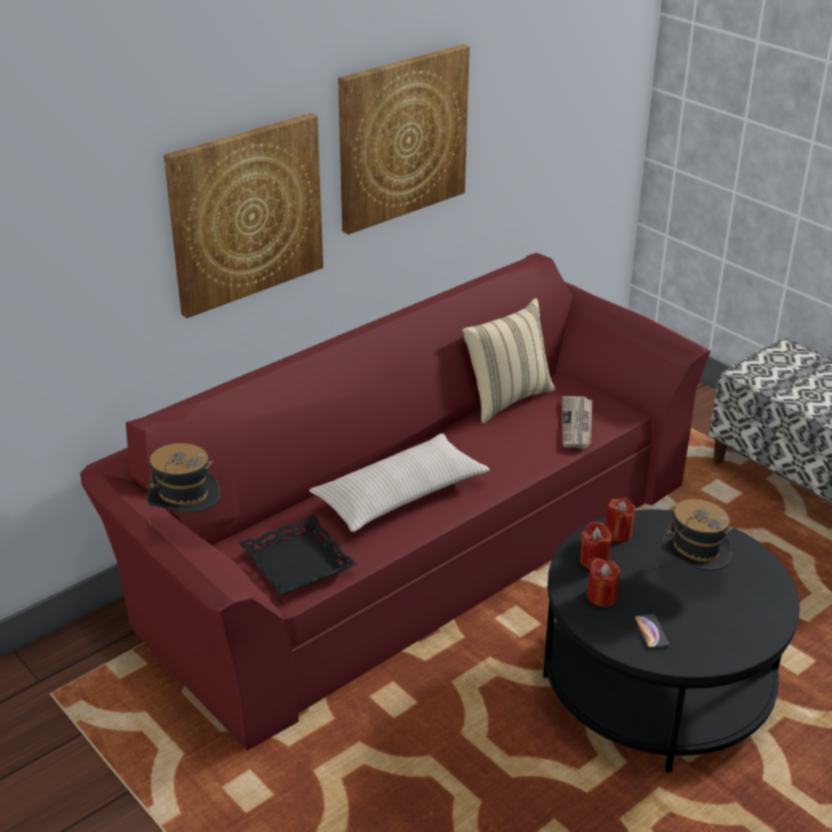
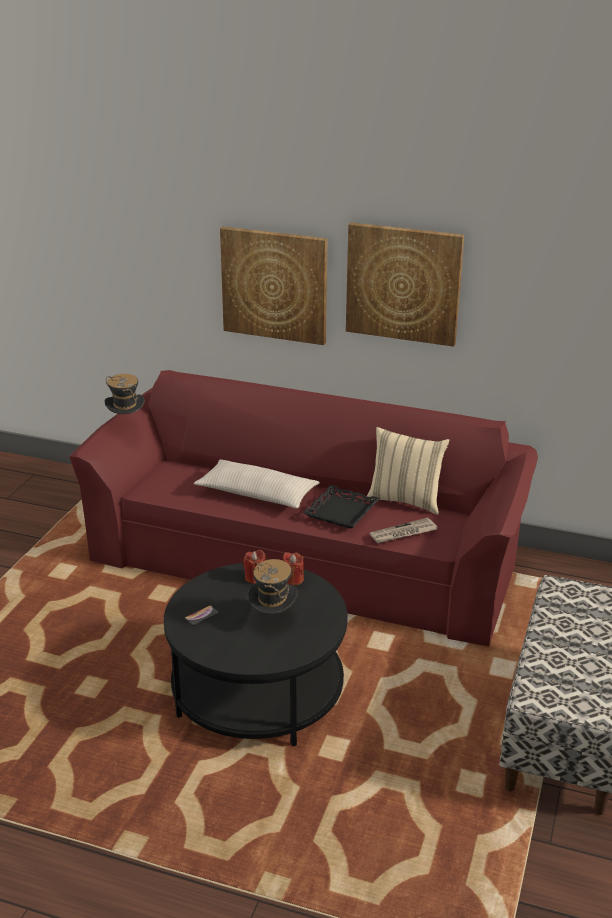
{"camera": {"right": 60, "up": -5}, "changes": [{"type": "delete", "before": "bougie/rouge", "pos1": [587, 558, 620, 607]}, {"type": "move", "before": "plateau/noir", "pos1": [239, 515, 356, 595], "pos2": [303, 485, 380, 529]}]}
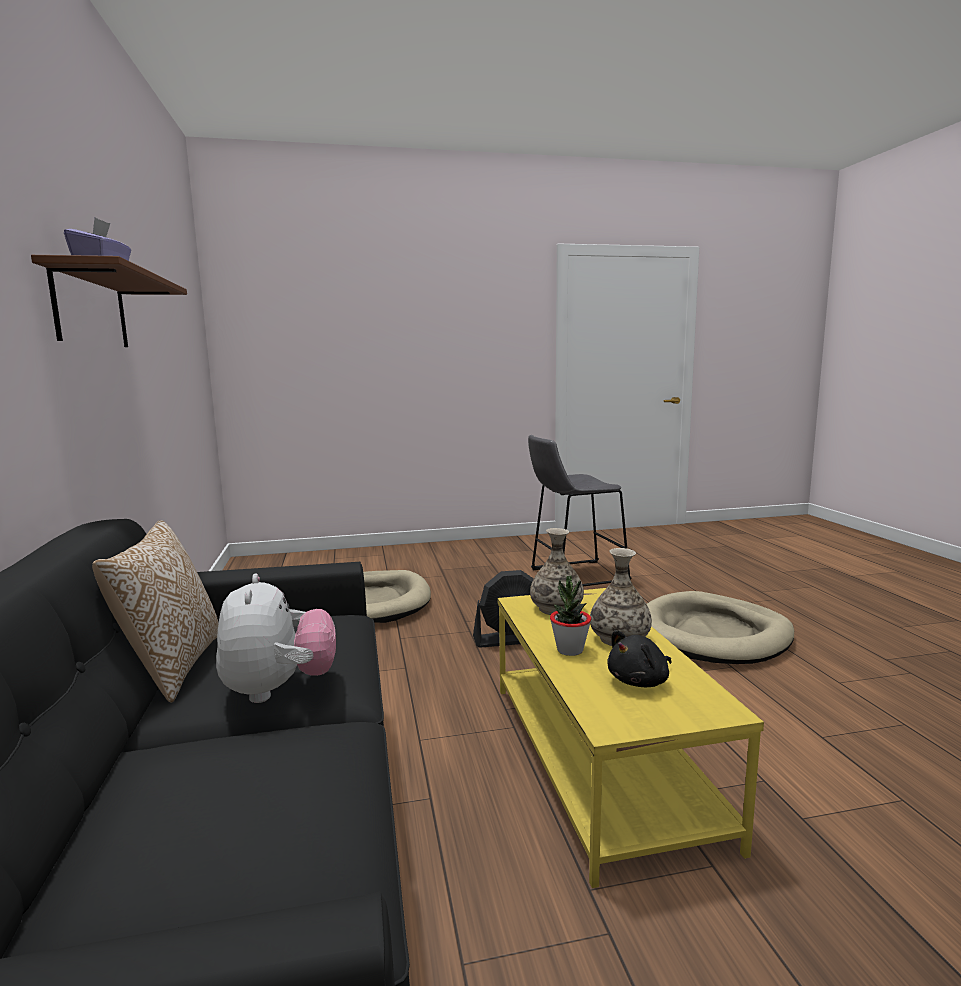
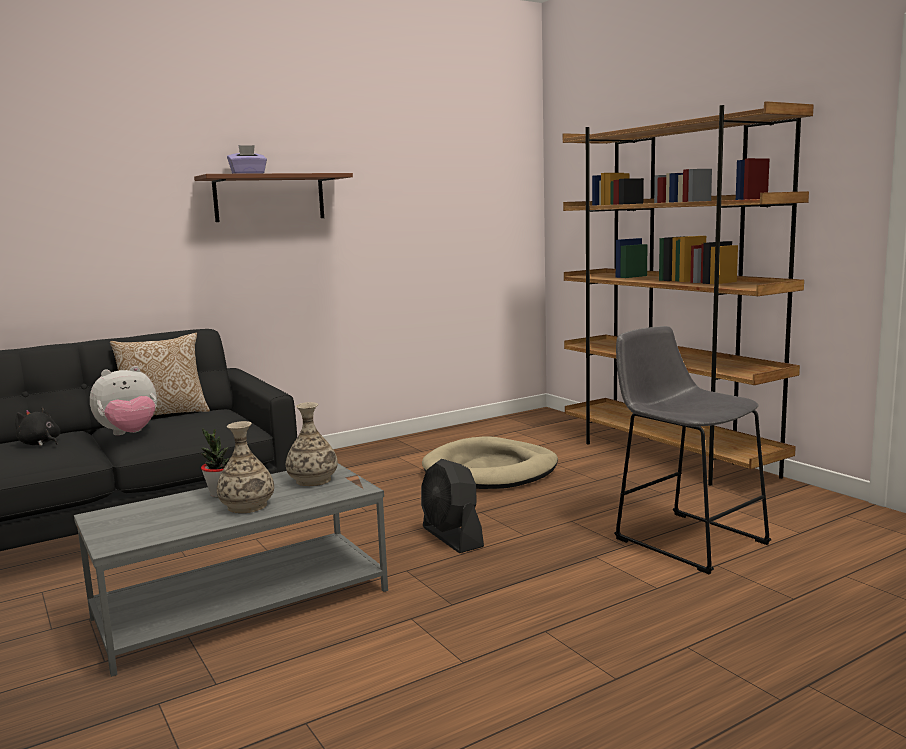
{"camera": {"right": 70, "up": 0}, "changes": [{"type": "delete", "before": "panier pour chien/beige", "pos1": [647, 591, 794, 664]}, {"type": "insert", "after": "bibliothèque/marron", "pos2": [563, 101, 814, 486]}, {"type": "move", "before": "peluche/noir", "pos1": [607, 630, 672, 687], "pos2": [15, 407, 60, 446]}, {"type": "recolor", "before": "table basse/jaune", "after": "table basse/gris", "pos1": [497, 588, 764, 888], "pos2": [74, 463, 388, 677]}]}
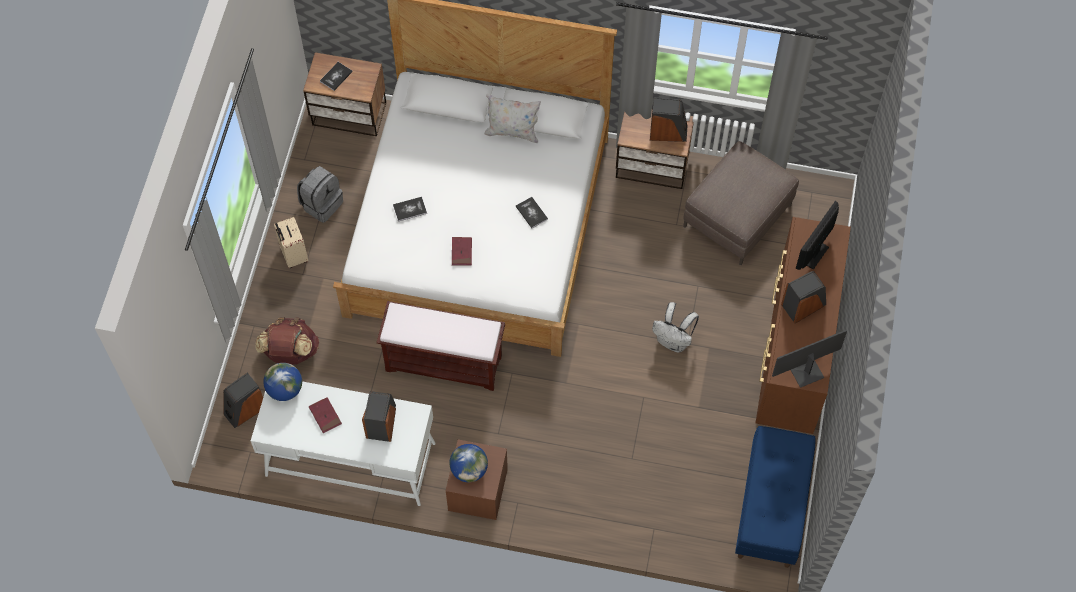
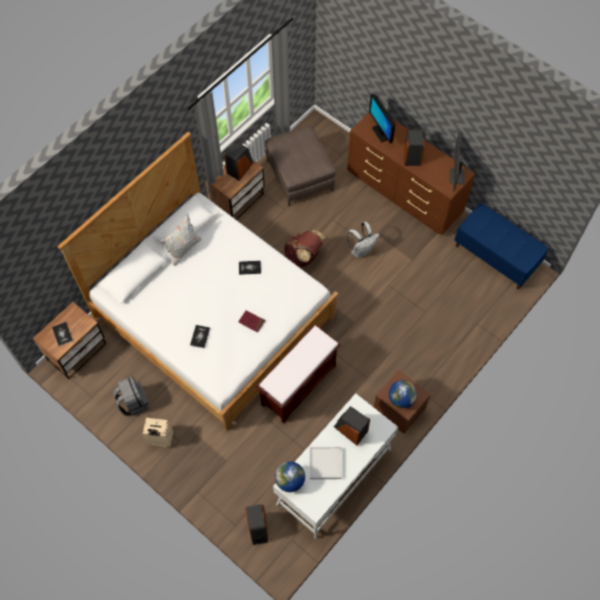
{"camera": {"right": -60, "up": 0}, "changes": [{"type": "move", "before": "sac à dos/marron", "pos1": [255, 317, 319, 364], "pos2": [284, 230, 326, 268]}, {"type": "replace", "before": "livre/rouge", "after": "plateau/blanc", "pos1": [309, 397, 342, 433], "pos2": [310, 447, 342, 479]}]}
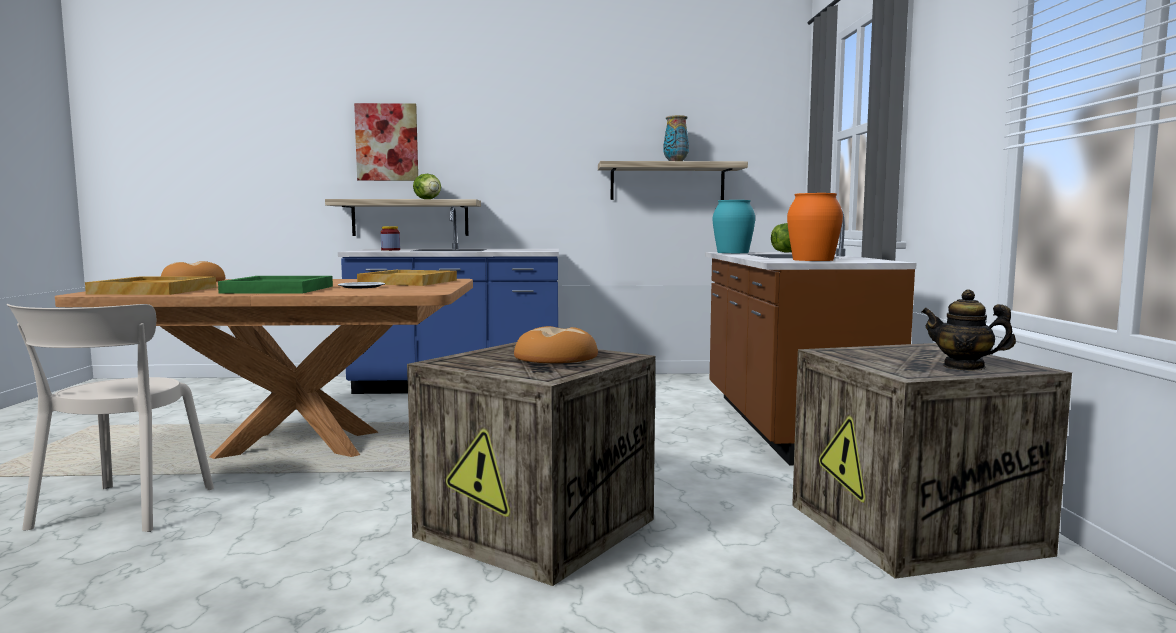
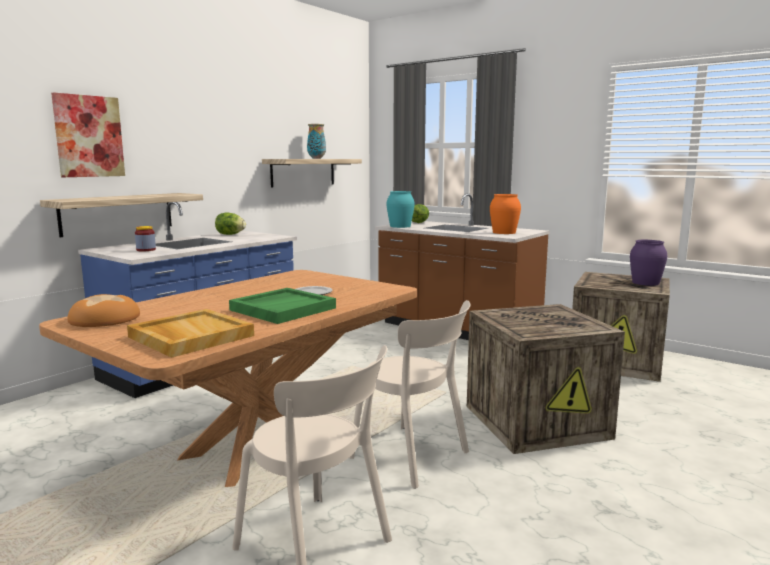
{"camera": {"right": -50, "up": 5}, "changes": [{"type": "delete", "before": "plateau/beige", "pos1": [357, 270, 457, 286]}, {"type": "delete", "before": "pain", "pos1": [514, 326, 598, 363]}, {"type": "insert", "after": "chaise/beige", "pos2": [349, 300, 471, 489]}, {"type": "move", "before": "laitue", "pos1": [413, 173, 441, 199], "pos2": [215, 213, 246, 235]}, {"type": "replace", "before": "théière", "after": "vase/violet", "pos1": [922, 290, 1016, 370], "pos2": [630, 240, 667, 286]}]}
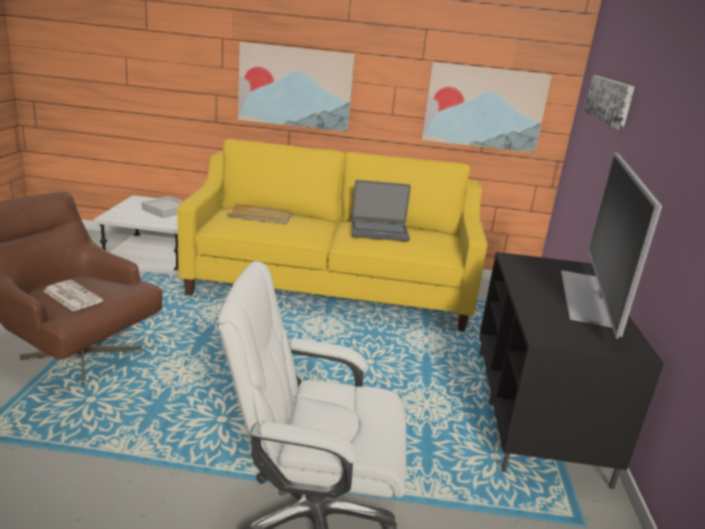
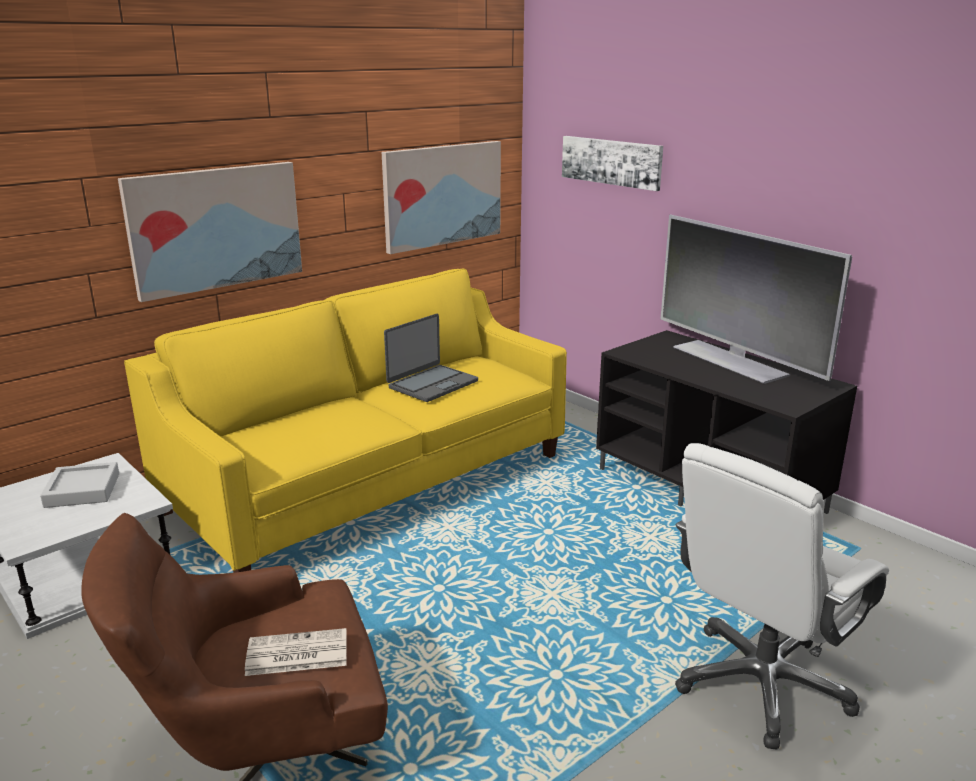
{"camera": {"right": -45, "up": 0}, "changes": [{"type": "delete", "before": "plateau/beige", "pos1": [227, 203, 292, 224]}]}
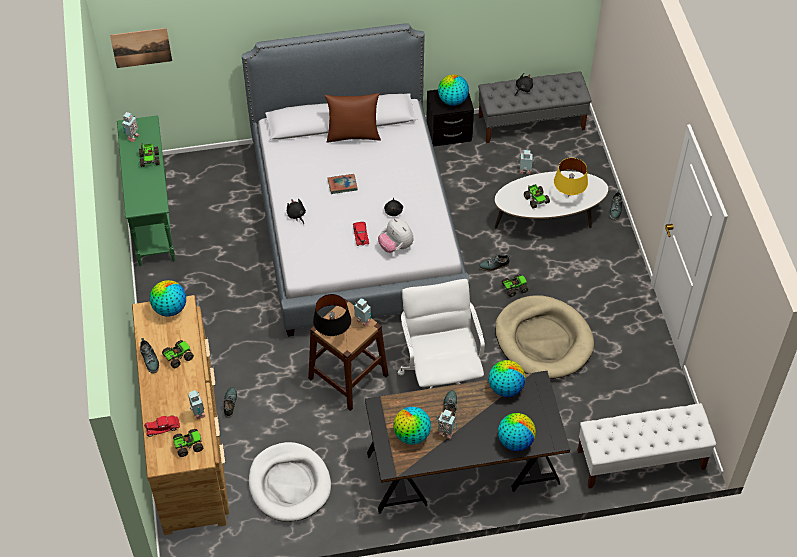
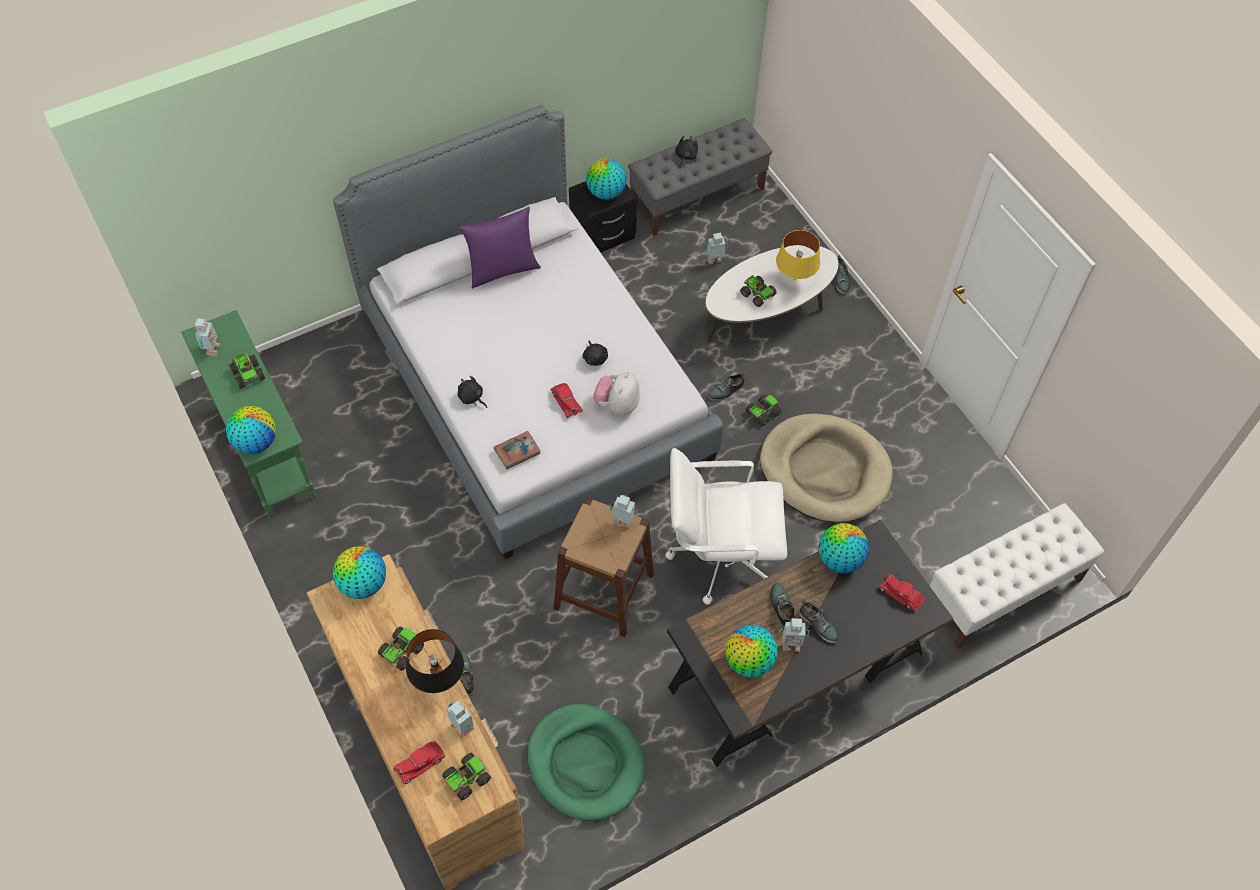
{"camera": {"right": -20, "up": 5}, "changes": [{"type": "delete", "before": "tableau", "pos1": [110, 28, 172, 68]}, {"type": "insert", "after": "petite voiture/rouge", "pos2": [879, 574, 925, 611]}, {"type": "move", "before": "chaussure", "pos1": [140, 338, 159, 374], "pos2": [799, 600, 839, 643]}, {"type": "move", "before": "lampe de table/noir", "pos1": [313, 294, 351, 336], "pos2": [406, 629, 464, 693]}, {"type": "move", "before": "livre", "pos1": [328, 174, 358, 194], "pos2": [494, 431, 541, 469]}, {"type": "move", "before": "globe", "pos1": [498, 413, 536, 451], "pos2": [226, 406, 276, 454]}, {"type": "recolor", "before": "panier pour chien/blanc", "after": "panier pour chien/vert", "pos1": [249, 442, 331, 522], "pos2": [527, 704, 646, 821]}, {"type": "recolor", "before": "coussin/marron", "after": "coussin/violet", "pos1": [325, 93, 381, 143], "pos2": [459, 207, 541, 288]}, {"type": "rotate", "before": "peluche", "pos1": [378, 218, 414, 253], "pos2": [593, 372, 640, 415], "turn": 75}, {"type": "rotate", "before": "chaise de bureau/blanc", "pos1": [398, 279, 485, 388], "pos2": [666, 448, 787, 605], "turn": -60}]}
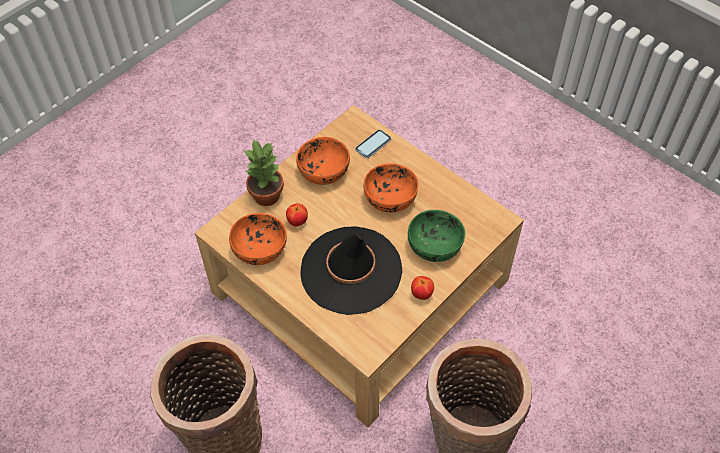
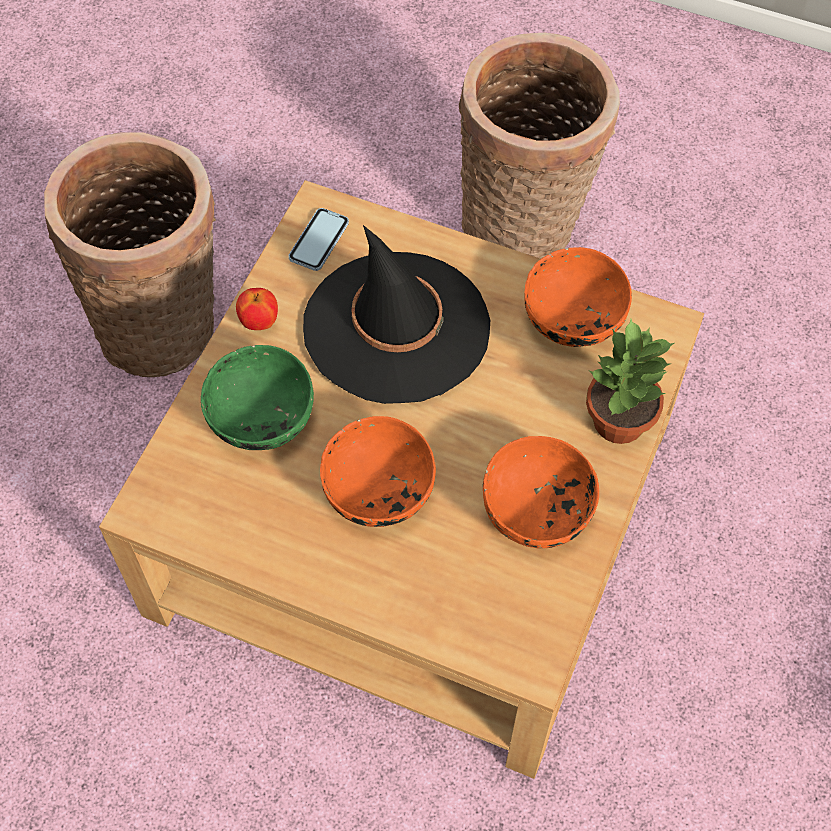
{"camera": {"right": 160, "up": 5}, "changes": [{"type": "delete", "before": "pomme", "pos1": [286, 203, 308, 227]}, {"type": "move", "before": "téléphone", "pos1": [355, 130, 391, 158], "pos2": [289, 208, 349, 271]}]}
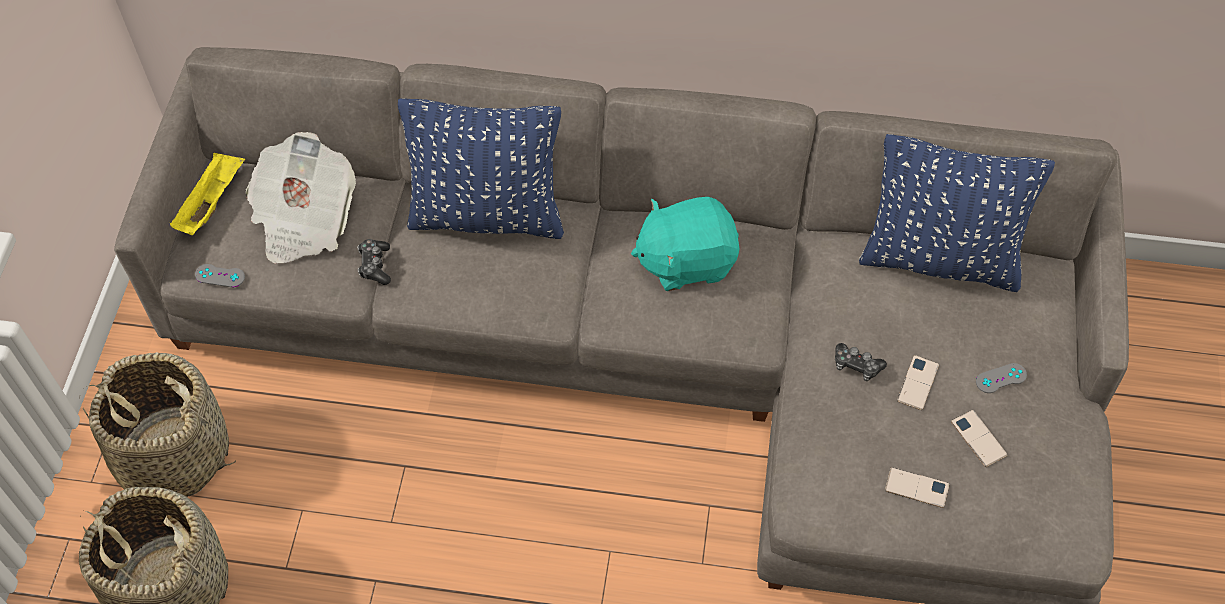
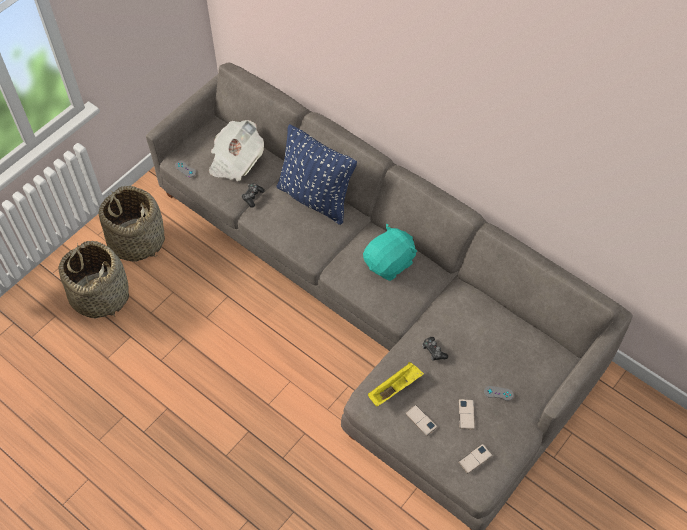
{"camera": {"right": 30, "up": 0}, "changes": [{"type": "delete", "before": "coussin/bleu", "pos1": [859, 134, 1055, 292]}, {"type": "move", "before": "plateau/jaune", "pos1": [170, 153, 245, 235], "pos2": [368, 362, 424, 406]}, {"type": "move", "before": "téléphone", "pos1": [897, 355, 939, 410], "pos2": [458, 444, 492, 473]}, {"type": "rotate", "before": "peluche/turquoise", "pos1": [631, 197, 739, 291], "pos2": [363, 224, 417, 281], "turn": 120}]}
